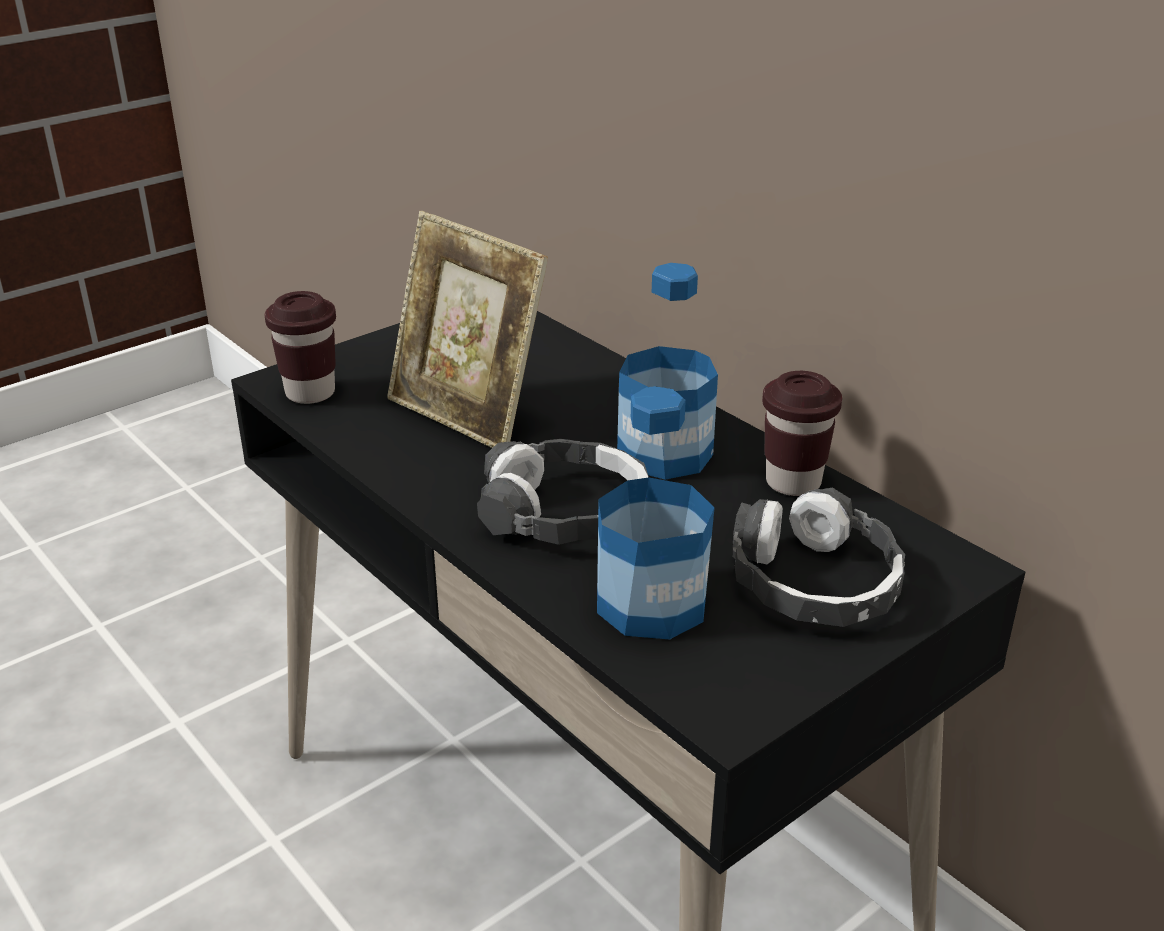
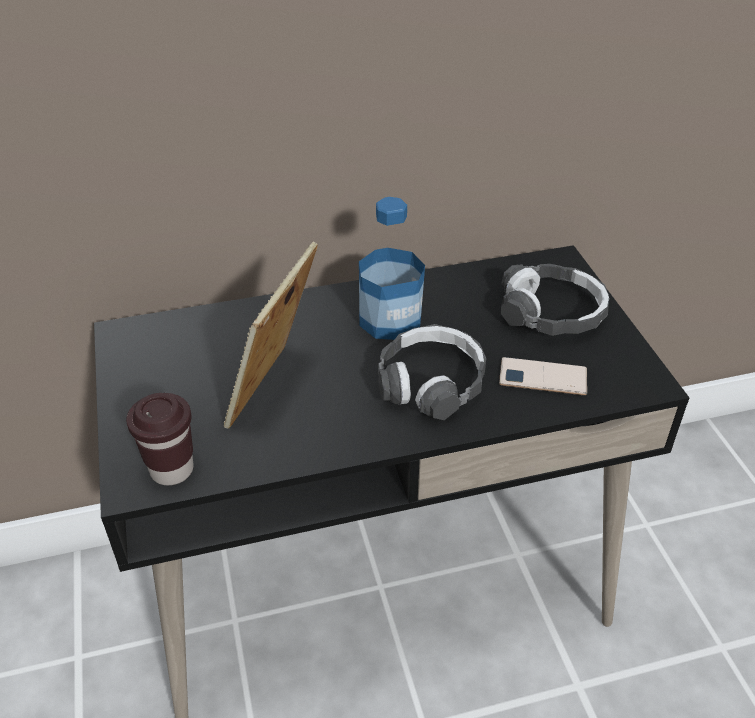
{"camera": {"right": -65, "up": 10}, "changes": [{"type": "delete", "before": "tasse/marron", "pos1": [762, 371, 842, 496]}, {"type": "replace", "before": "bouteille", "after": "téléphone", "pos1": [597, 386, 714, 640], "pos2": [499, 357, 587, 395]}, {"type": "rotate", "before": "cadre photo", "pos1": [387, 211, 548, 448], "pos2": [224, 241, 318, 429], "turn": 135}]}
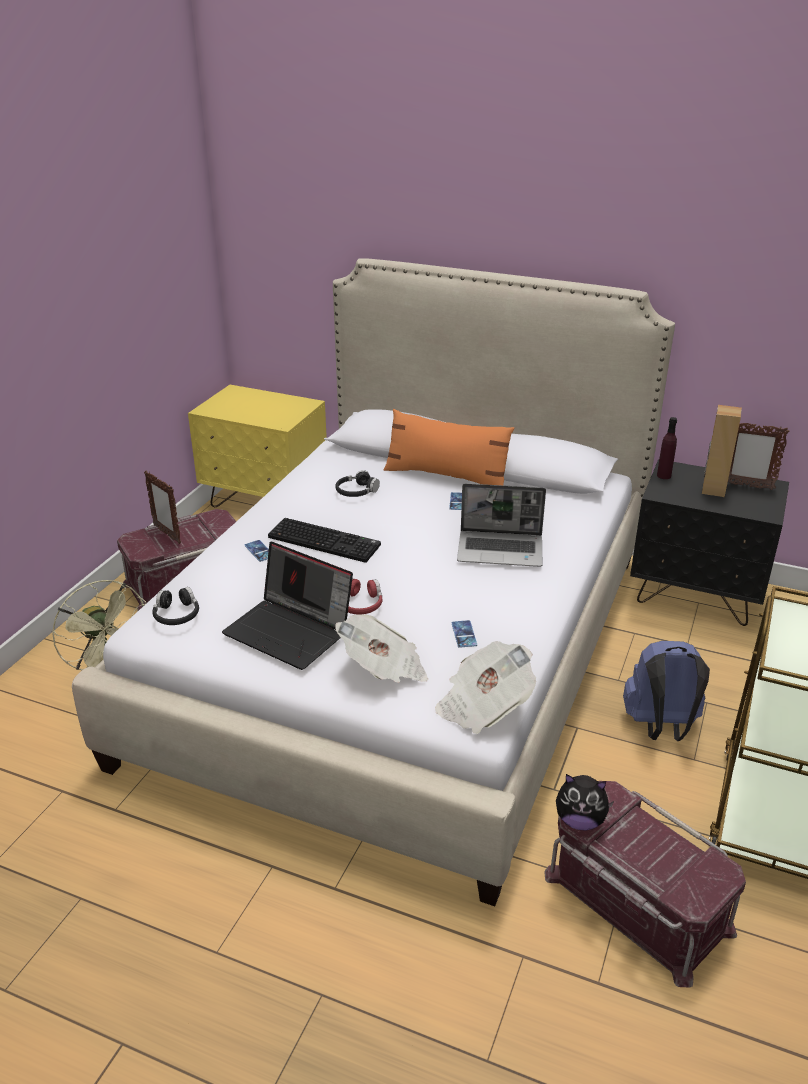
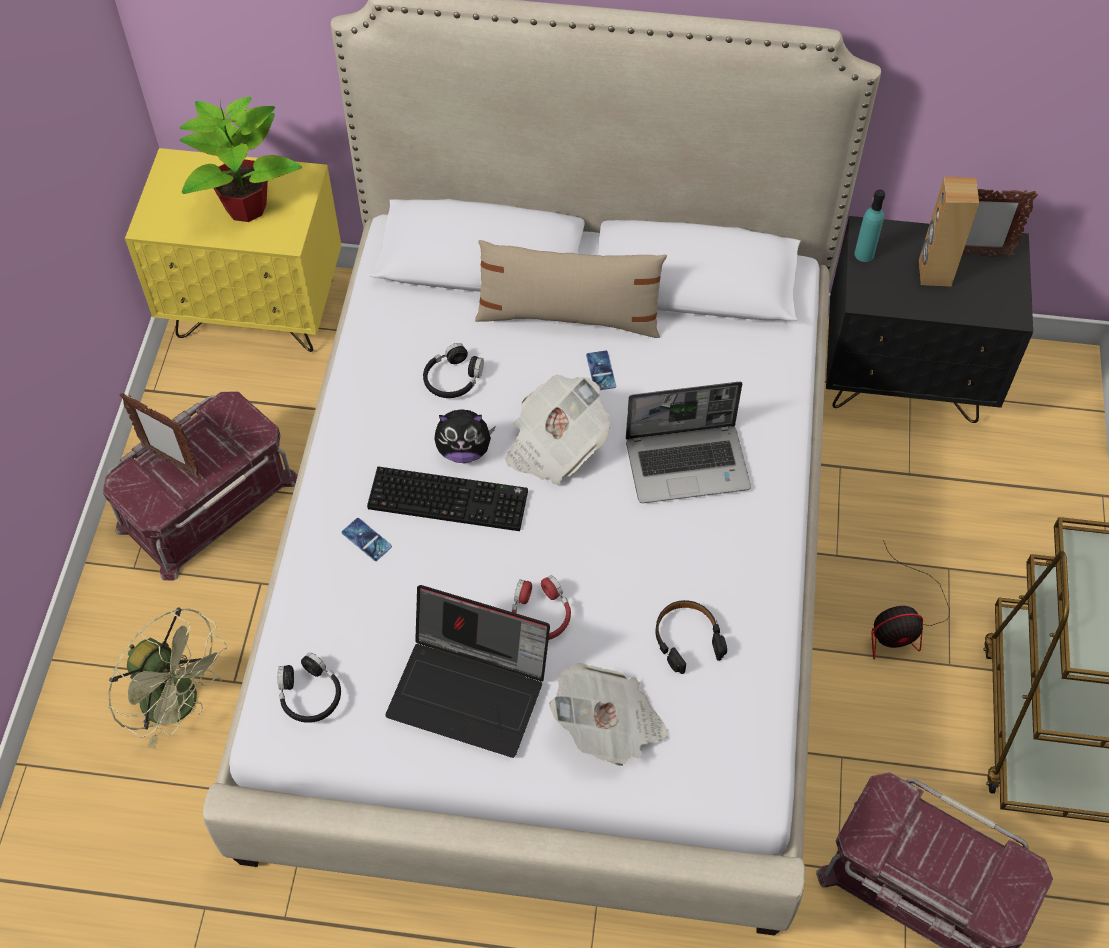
{"camera": {"right": -15, "up": 25}, "changes": [{"type": "insert", "after": "plante en pot", "pos2": [179, 97, 302, 222]}, {"type": "move", "before": "journal", "pos1": [435, 641, 536, 734], "pos2": [505, 374, 610, 485]}, {"type": "move", "before": "peluche", "pos1": [556, 774, 614, 831], "pos2": [434, 409, 495, 463]}, {"type": "replace", "before": "téléphone", "after": "casque audio/noir", "pos1": [452, 620, 477, 648], "pos2": [656, 600, 727, 674]}, {"type": "replace", "before": "sac à dos/bleu", "after": "ventilateur", "pos1": [623, 641, 710, 741], "pos2": [872, 540, 950, 660]}, {"type": "recolor", "before": "coussin/orange", "after": "coussin/beige", "pos1": [384, 409, 514, 486], "pos2": [475, 240, 667, 338]}, {"type": "recolor", "before": "bouteille/violet", "after": "bouteille/turquoise", "pos1": [657, 417, 677, 479], "pos2": [854, 190, 885, 262]}]}
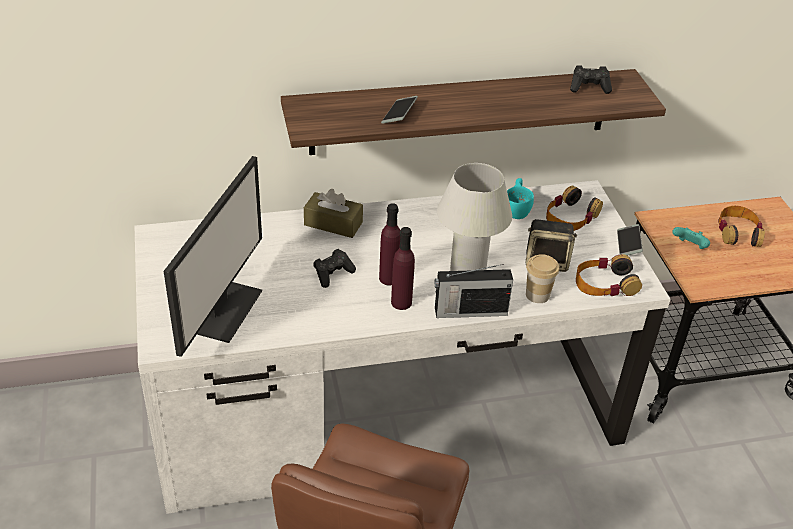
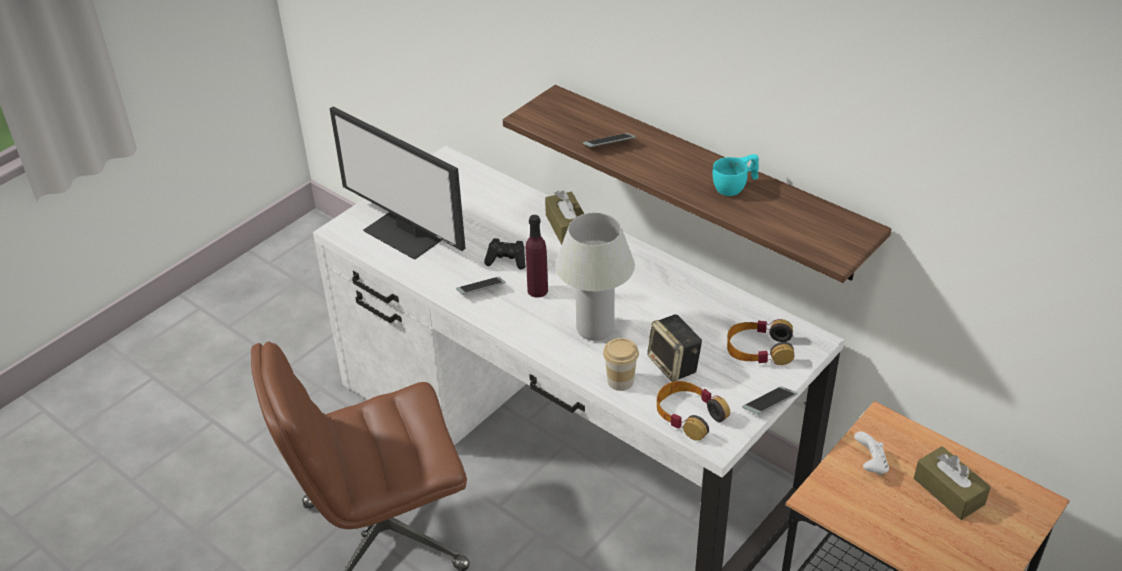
{"camera": {"right": 55, "up": 0}, "changes": [{"type": "delete", "before": "bouteille/violet", "pos1": [391, 227, 415, 310]}, {"type": "delete", "before": "radio", "pos1": [435, 264, 513, 318]}, {"type": "delete", "before": "manette/noir", "pos1": [570, 65, 612, 94]}, {"type": "insert", "after": "téléphone", "pos2": [456, 277, 506, 295]}, {"type": "move", "before": "tasse/turquoise", "pos1": [507, 178, 534, 219], "pos2": [713, 154, 759, 196]}, {"type": "replace", "before": "casque audio", "after": "boîte à mouchoirs/marron", "pos1": [718, 206, 765, 247], "pos2": [914, 446, 991, 520]}, {"type": "recolor", "before": "manette/turquoise", "after": "manette/blanc", "pos1": [672, 227, 710, 249], "pos2": [854, 431, 889, 475]}, {"type": "rotate", "before": "écran d'ordinateur", "pos1": [164, 156, 262, 357], "pos2": [330, 106, 466, 260], "turn": 60}]}
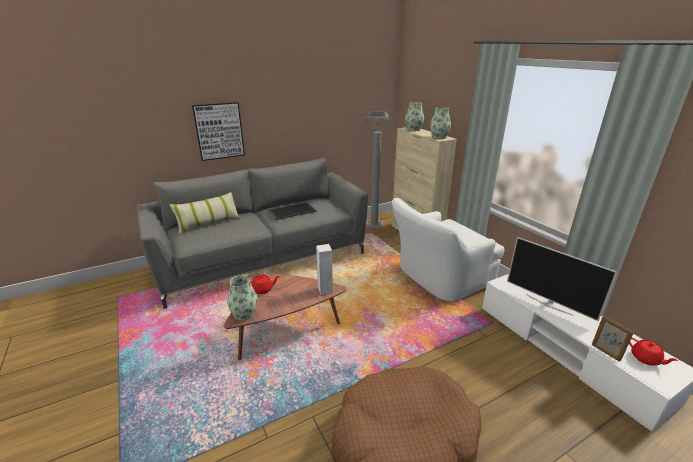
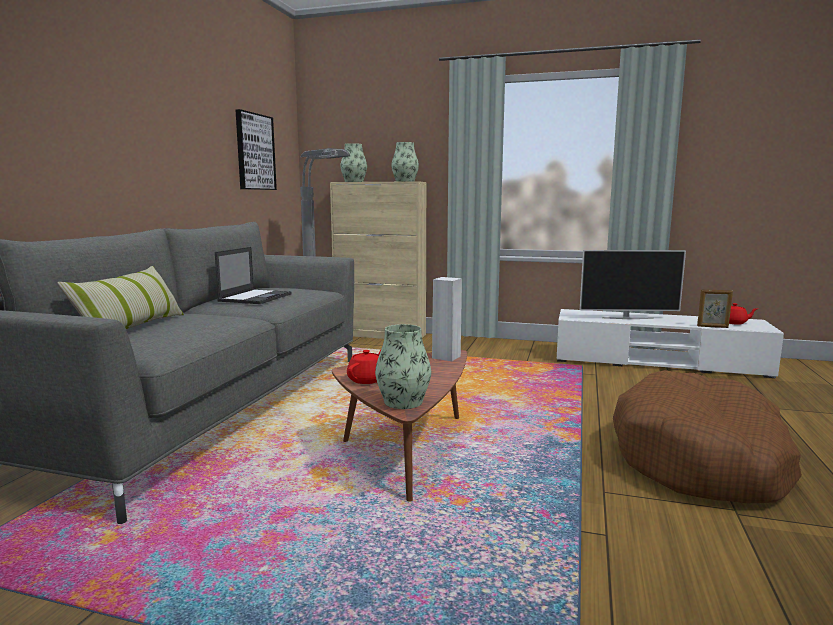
{"camera": {"right": -45, "up": -15}, "changes": [{"type": "delete", "before": "fauteuil/blanc", "pos1": [392, 198, 504, 302]}, {"type": "move", "before": "tableau", "pos1": [192, 102, 245, 161], "pos2": [235, 109, 277, 190]}, {"type": "replace", "before": "plateau", "after": "ordinateur portable", "pos1": [268, 202, 317, 220], "pos2": [215, 247, 292, 304]}]}
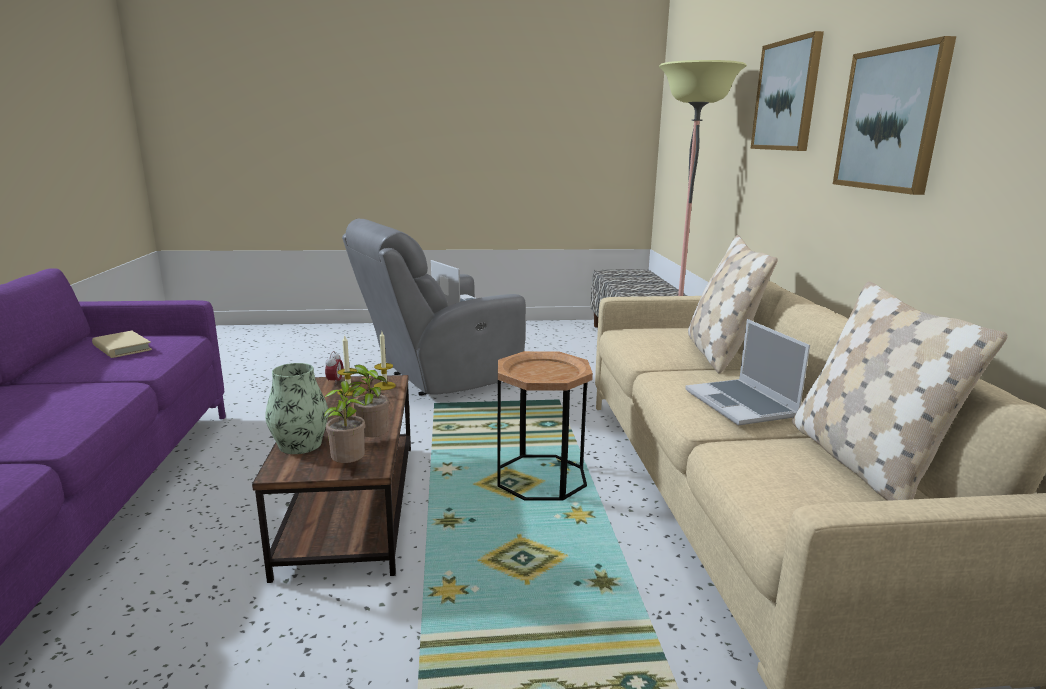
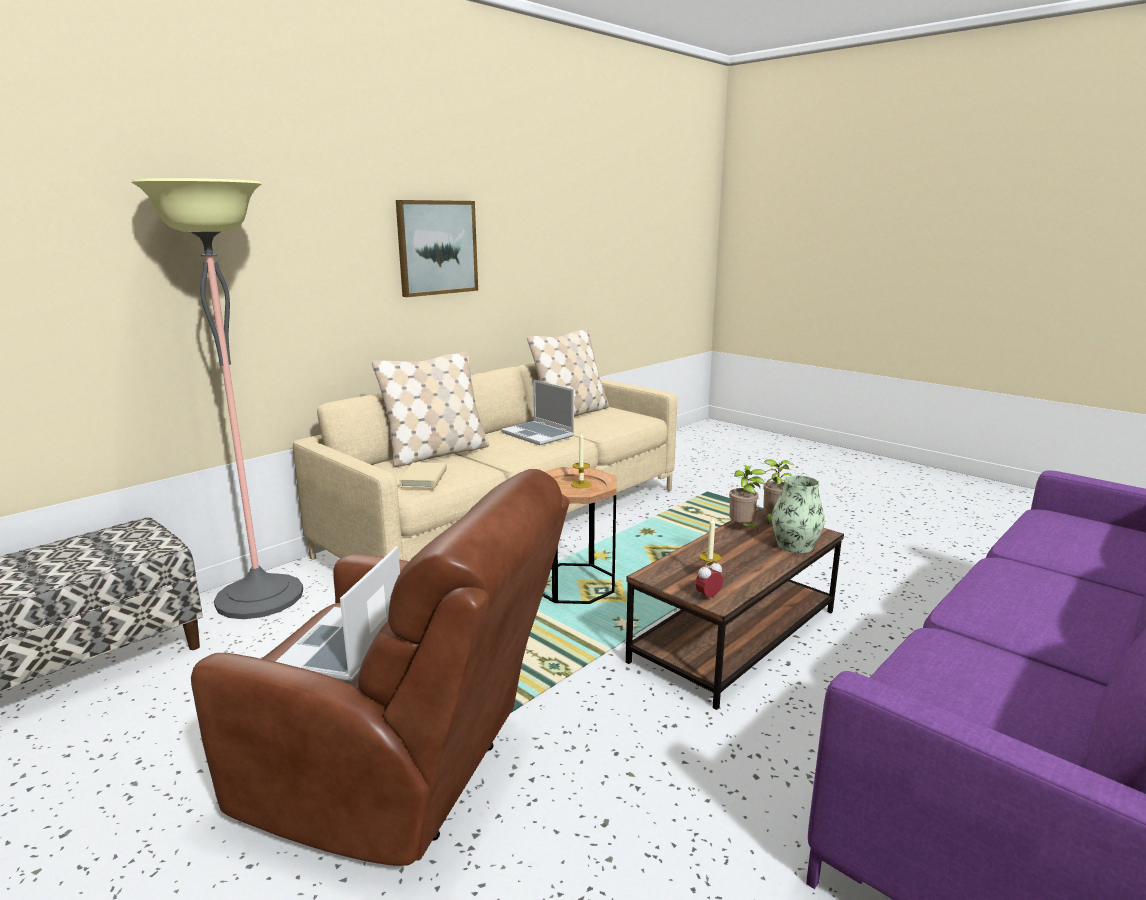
{"camera": {"right": -130, "up": 0}, "changes": [{"type": "delete", "before": "tableau", "pos1": [750, 31, 824, 151]}, {"type": "move", "before": "livre/beige", "pos1": [92, 331, 152, 358], "pos2": [399, 462, 447, 488]}, {"type": "move", "before": "bougie", "pos1": [374, 331, 396, 390], "pos2": [571, 431, 591, 488]}, {"type": "recolor", "before": "fauteuil/gris", "after": "fauteuil/marron", "pos1": [342, 219, 526, 395], "pos2": [191, 469, 570, 866]}, {"type": "rotate", "before": "ordinateur portable", "pos1": [685, 319, 810, 425], "pos2": [501, 380, 574, 445], "turn": 105}]}
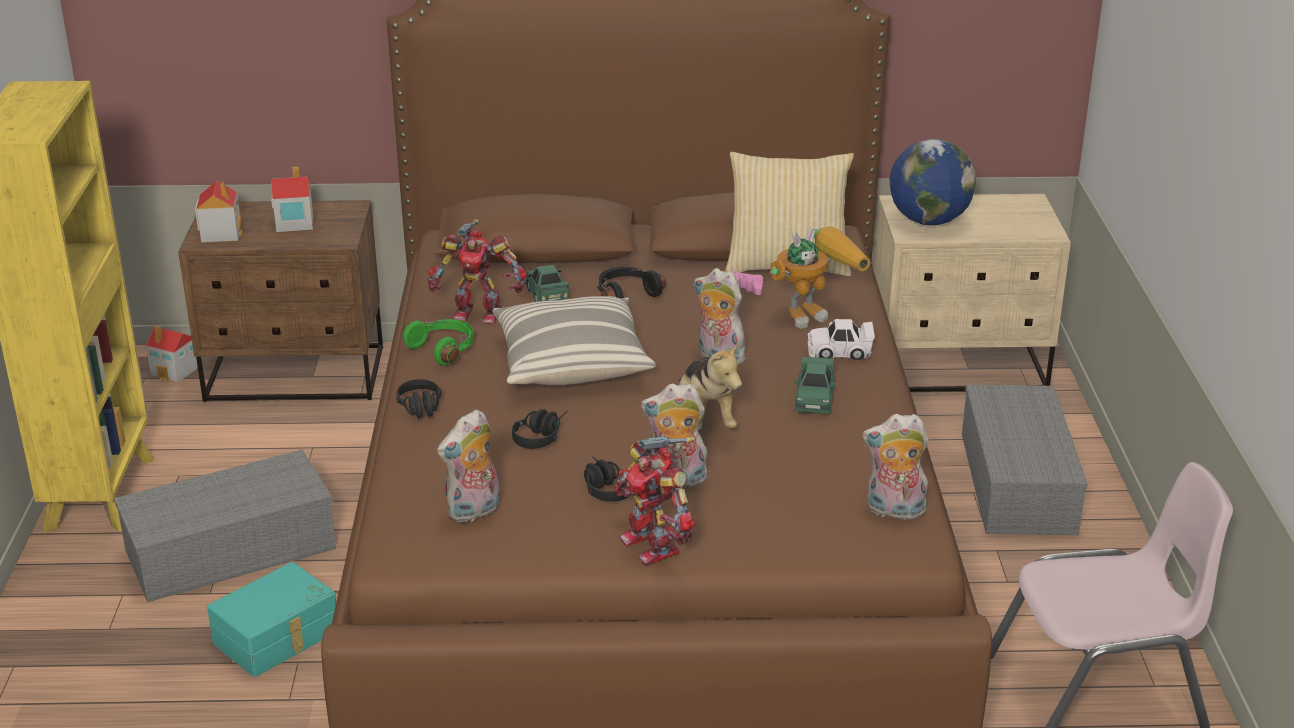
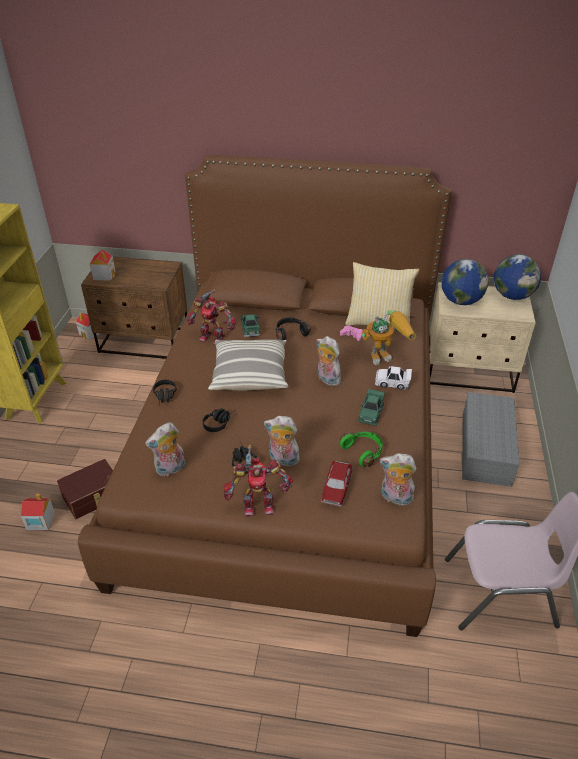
{"camera": {"right": 10, "up": 10}, "changes": [{"type": "delete", "before": "boîte de rangement/gris", "pos1": [114, 450, 336, 602]}, {"type": "delete", "before": "peluche", "pos1": [679, 342, 742, 430]}, {"type": "insert", "after": "petite voiture", "pos2": [321, 461, 353, 507]}, {"type": "insert", "after": "globe", "pos2": [494, 254, 541, 300]}, {"type": "move", "before": "maison miniature", "pos1": [271, 167, 313, 232], "pos2": [21, 494, 55, 530]}, {"type": "move", "before": "casque audio/vert", "pos1": [403, 319, 474, 366], "pos2": [340, 432, 383, 467]}, {"type": "recolor", "before": "boîte de rangement/turquoise", "after": "boîte de rangement/marron", "pos1": [207, 562, 336, 677], "pos2": [57, 459, 113, 519]}, {"type": "rotate", "before": "robot jouet", "pos1": [613, 437, 695, 565], "pos2": [224, 445, 293, 516], "turn": -75}]}
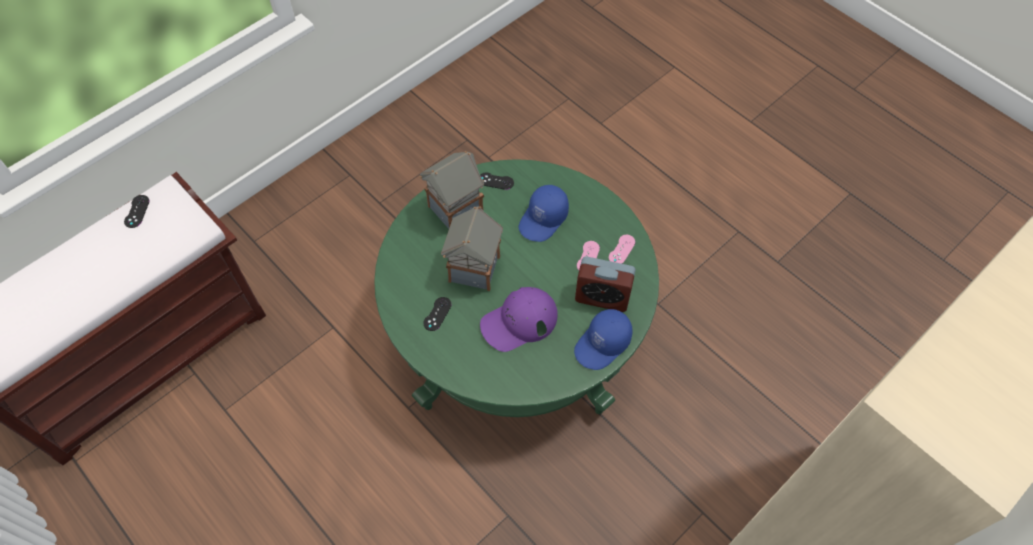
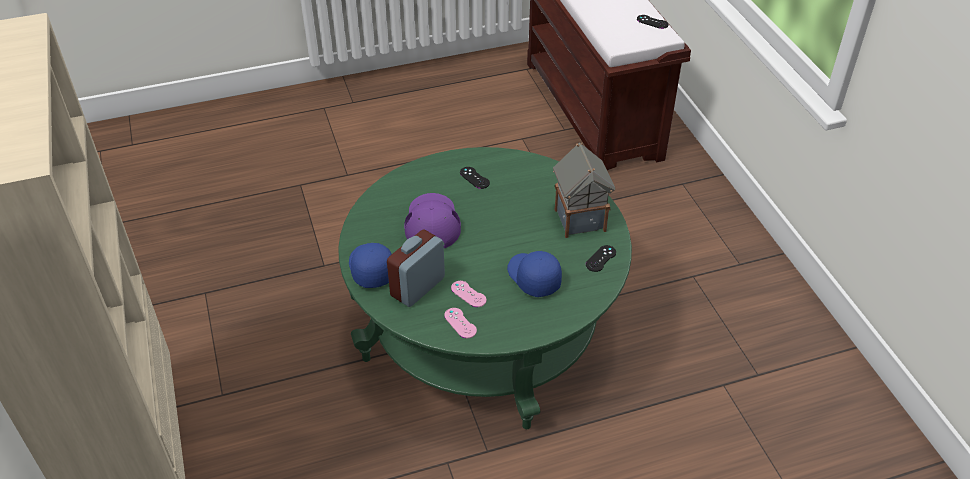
{"camera": {"right": 115, "up": -15}, "changes": [{"type": "delete", "before": "maison miniature", "pos1": [441, 206, 503, 291]}]}
